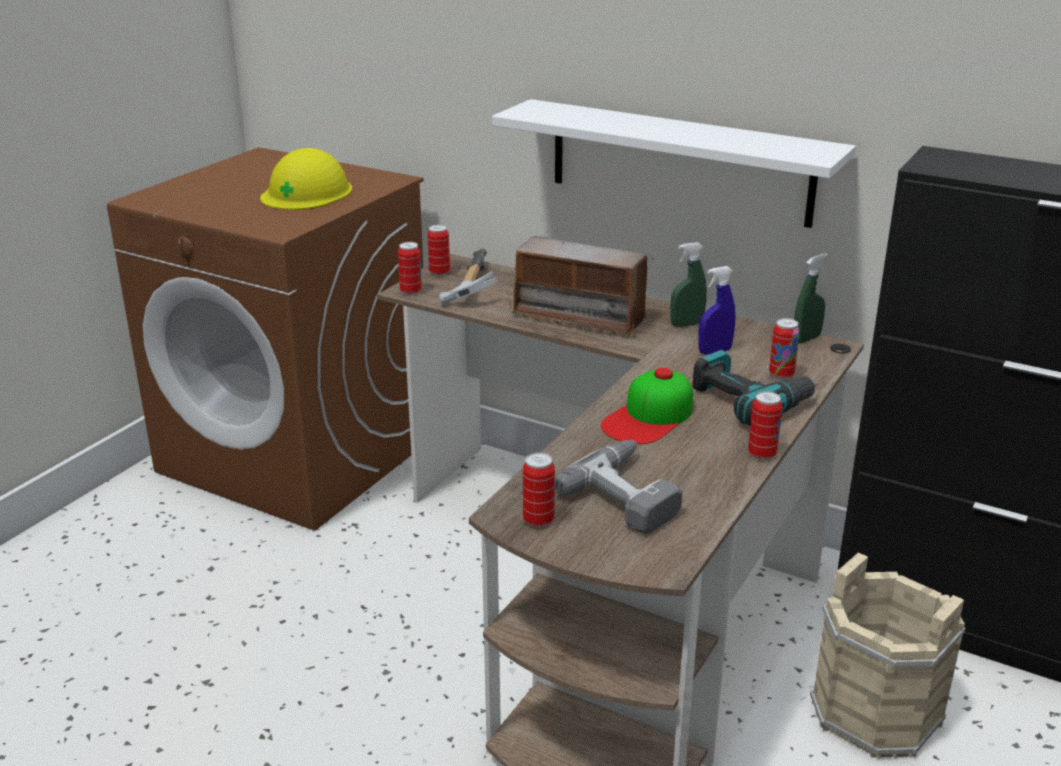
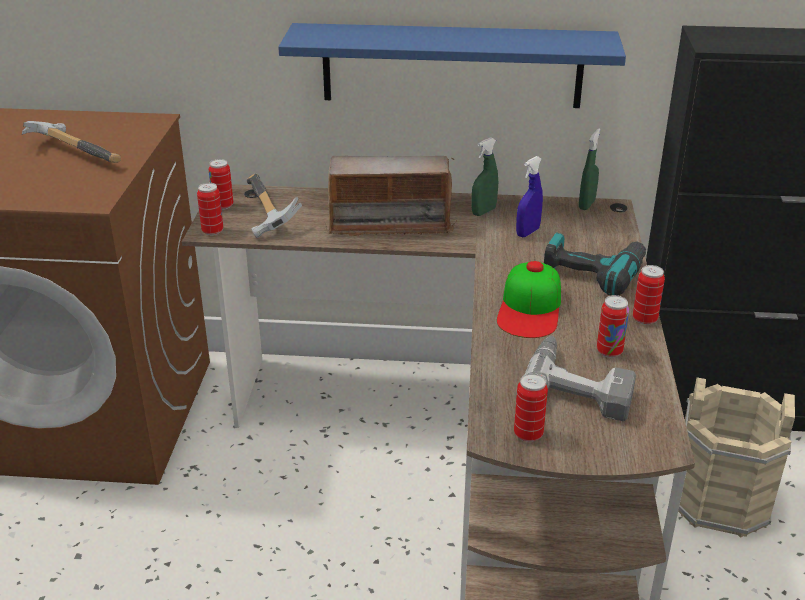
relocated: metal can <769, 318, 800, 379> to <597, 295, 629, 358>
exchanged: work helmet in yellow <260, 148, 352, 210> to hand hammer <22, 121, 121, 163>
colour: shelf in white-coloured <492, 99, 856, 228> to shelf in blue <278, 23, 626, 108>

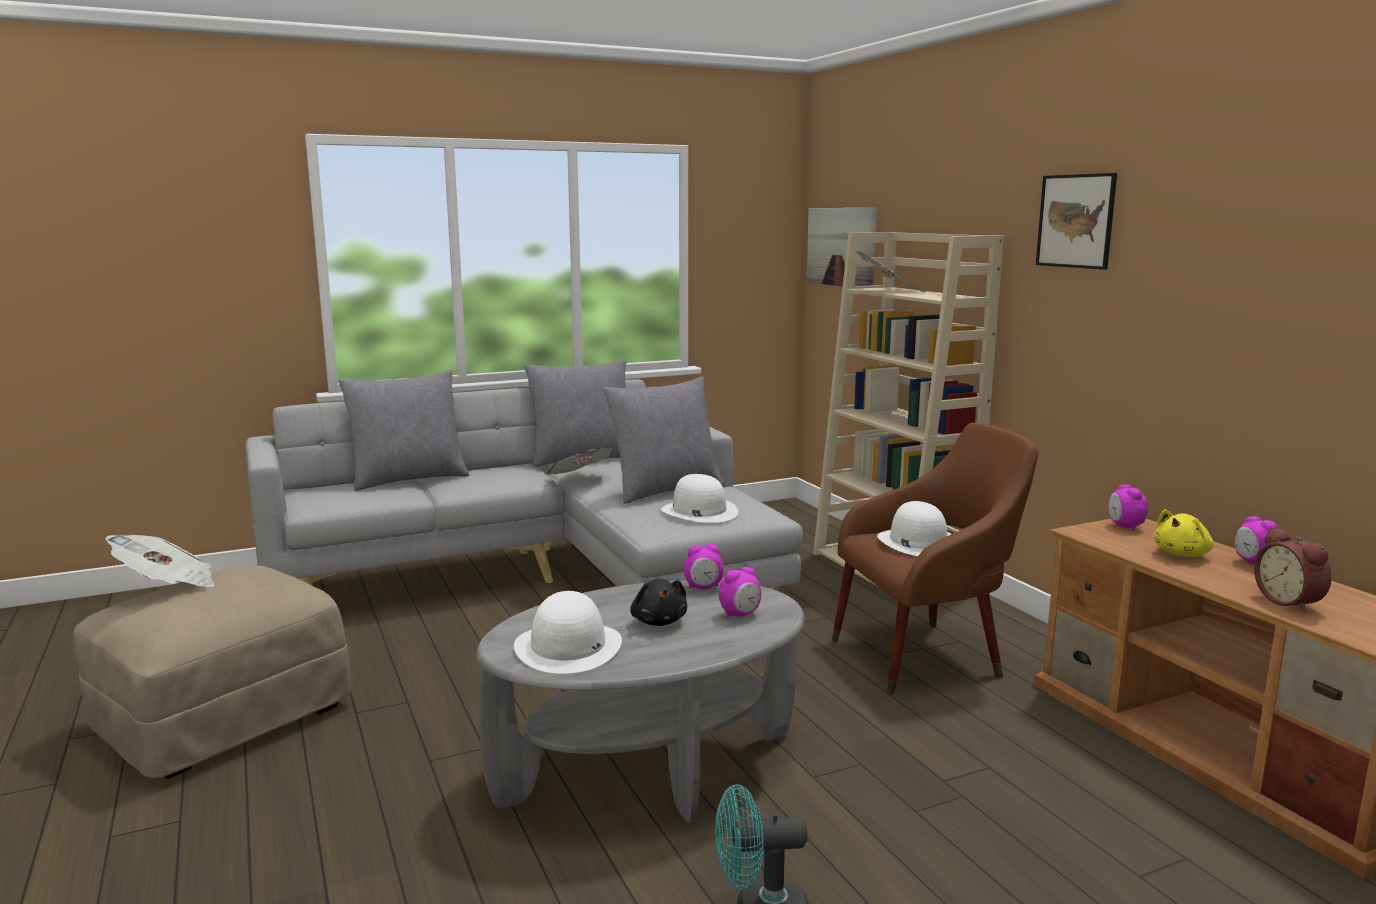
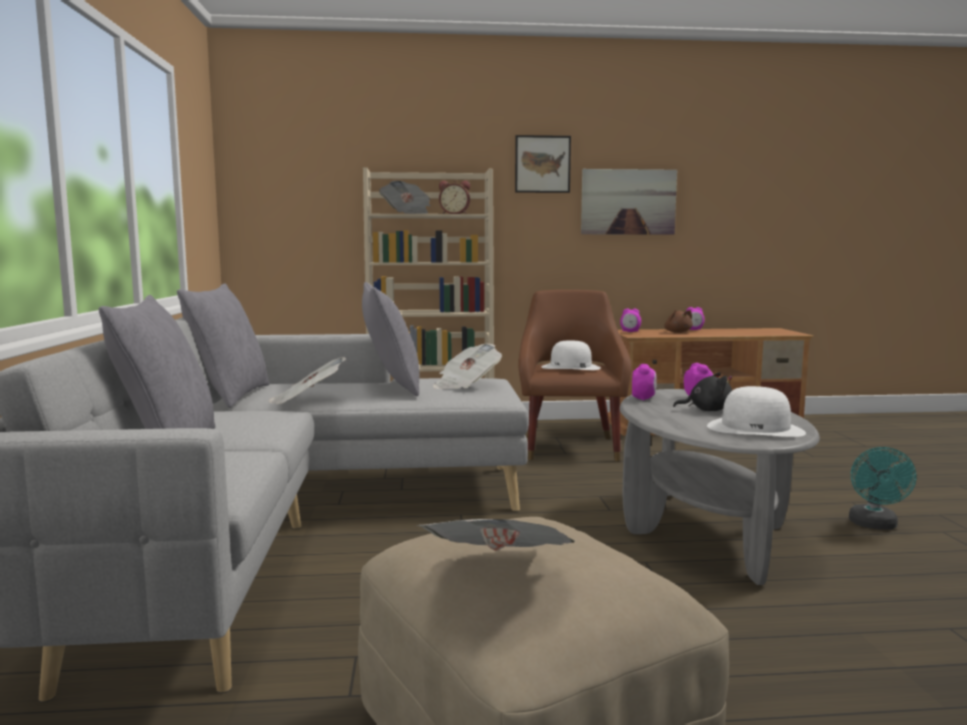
relocated: bedside clock <1254, 527, 1331, 613> to <439, 181, 470, 214>; picture <807, 208, 877, 287> to <581, 169, 677, 235>
exchanged: clothing hat in white-coloured <661, 474, 738, 523> to daily paper <433, 343, 502, 389>
colour: plush toy in yellow <1154, 510, 1214, 557> to plush toy in brownish <664, 310, 693, 333>

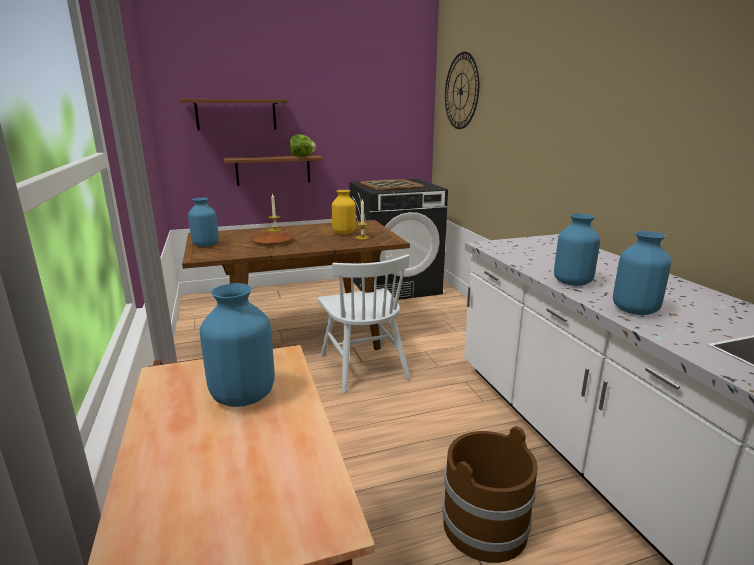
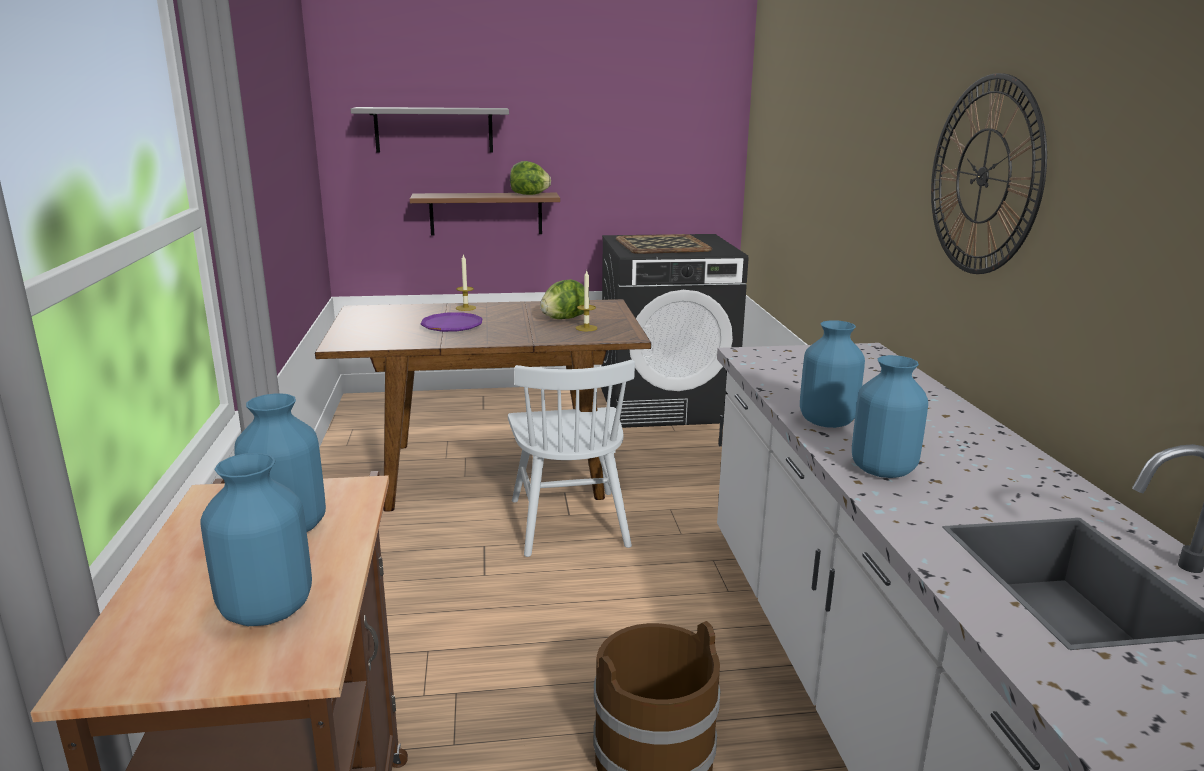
relocated: vase in blue <188, 198, 219, 247> to <200, 453, 312, 626>; hanging clock <445, 52, 479, 129> to <931, 73, 1047, 274>
exchanged: vase in yellow <332, 190, 356, 234> to lettuce head <540, 279, 584, 319>
colour: shelf in brownish <180, 99, 289, 130> to shelf in greyish <351, 107, 509, 153>; dinner plate in brownish <251, 232, 293, 245> to dinner plate in purple <421, 312, 482, 332>

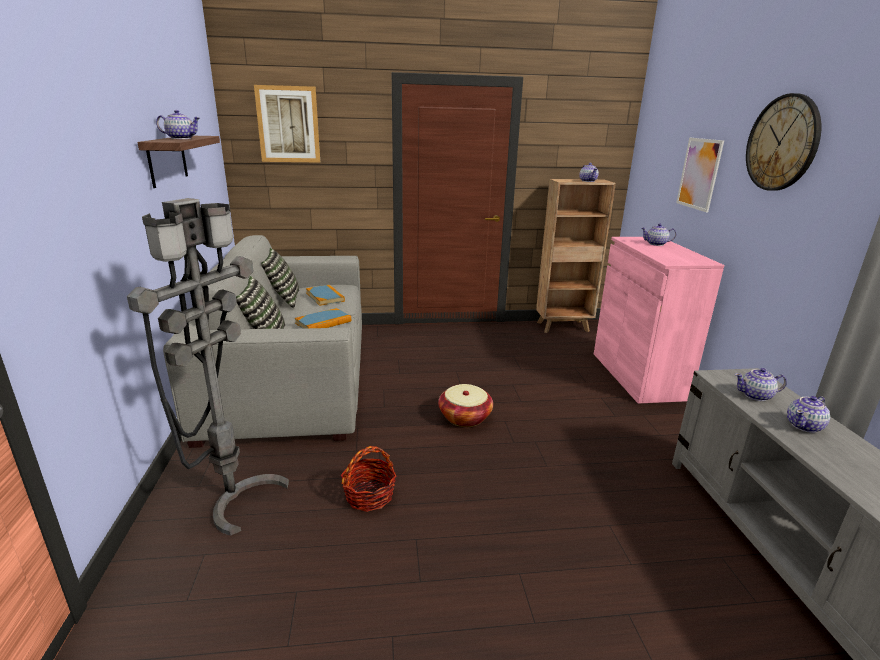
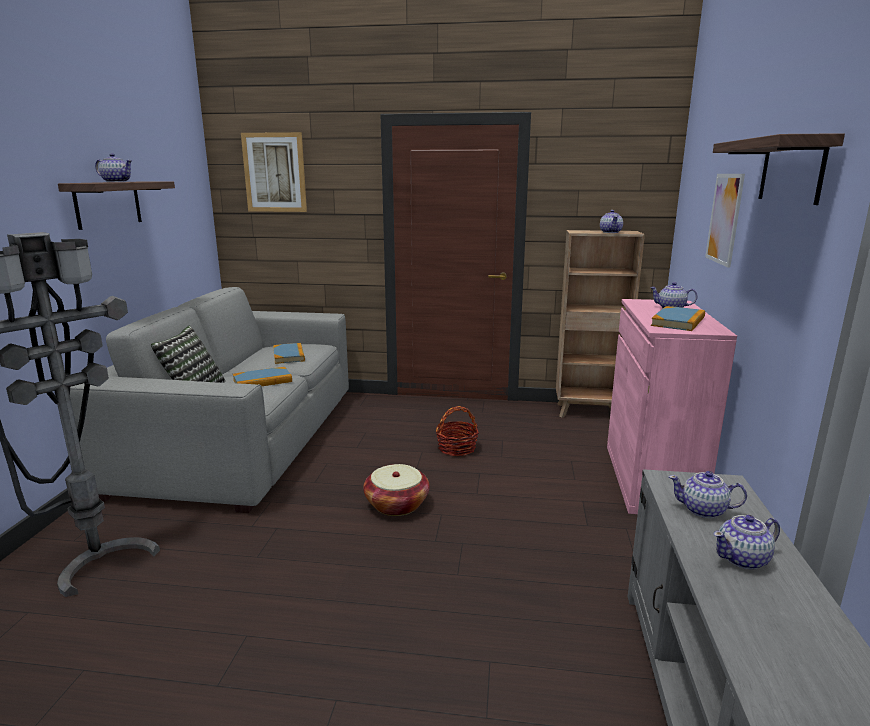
missing: pillow <261, 248, 299, 308>
appeared: volume <651, 306, 705, 331>
relocated: household basket <341, 446, 396, 512> to <436, 406, 479, 456>
exchanged: hanging clock <746, 93, 821, 191> to shelf <713, 133, 845, 205>

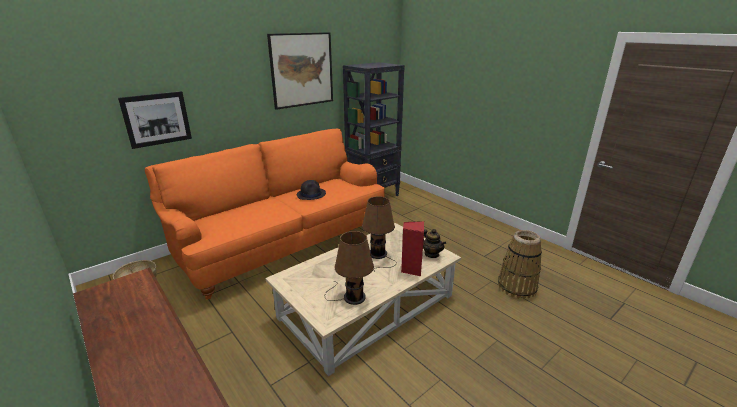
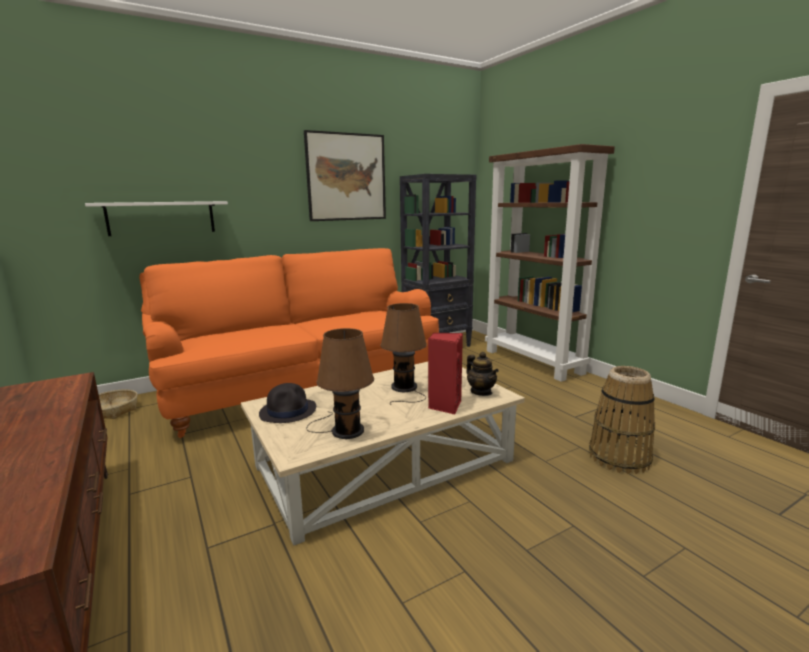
appeared: bookcase in brownish <485, 144, 615, 382>
relocated: clothing hat in black-coloured <297, 180, 326, 200> to <259, 383, 316, 423>
exchanged: picture <118, 91, 192, 149> to shelf in white-coloured <85, 201, 228, 236>

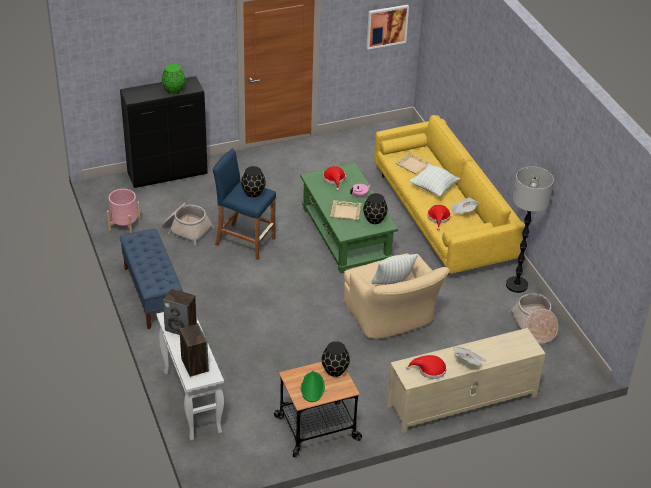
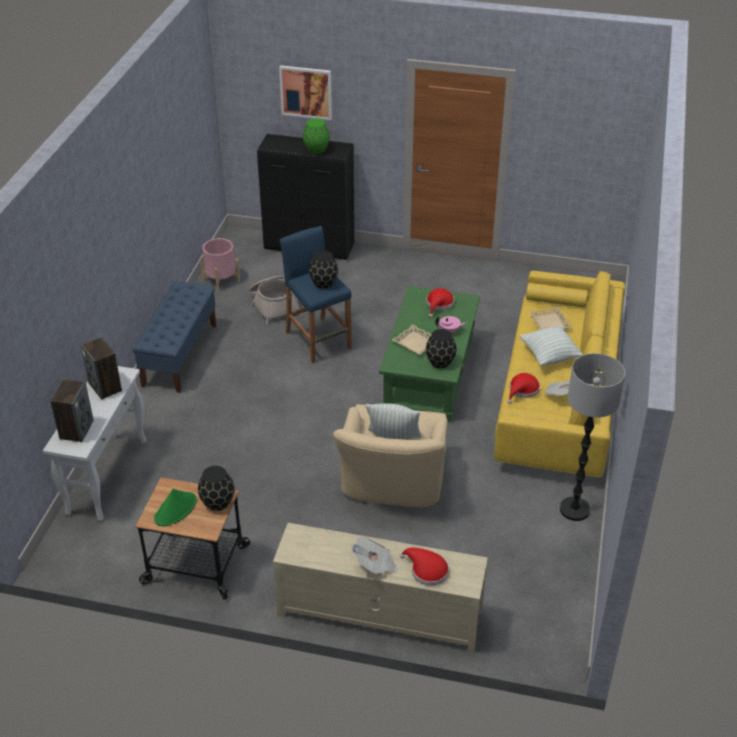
missing: household basket <509, 293, 558, 344>
relocated: picture <367, 5, 409, 49> to <279, 65, 332, 120>; clothing hat in red <406, 355, 447, 379> to <400, 548, 449, 586>

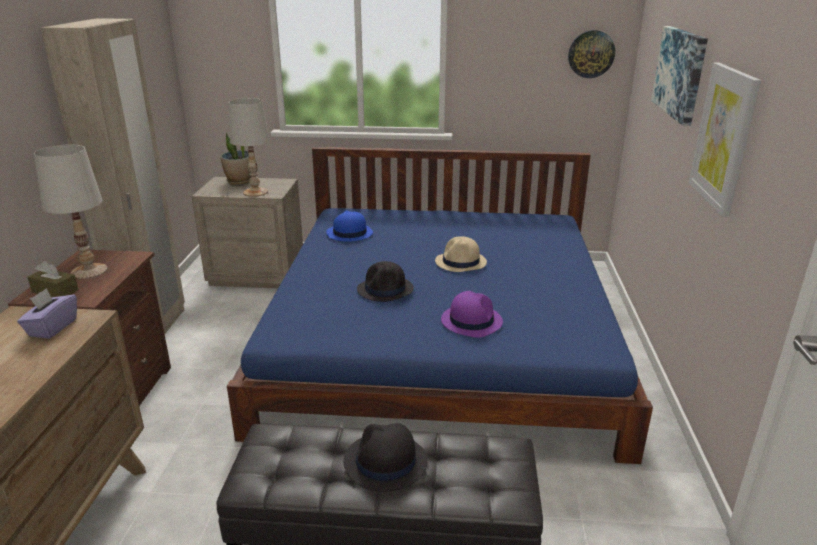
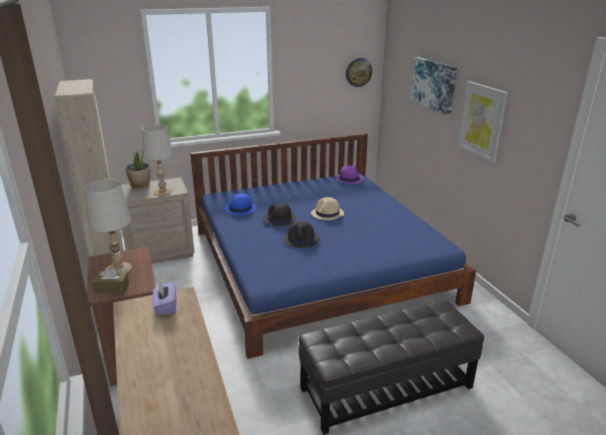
relocated: clothing hat in black-coloured <343, 423, 428, 492> to <263, 203, 296, 226>; clothing hat in purple <441, 291, 503, 338> to <335, 165, 364, 184>

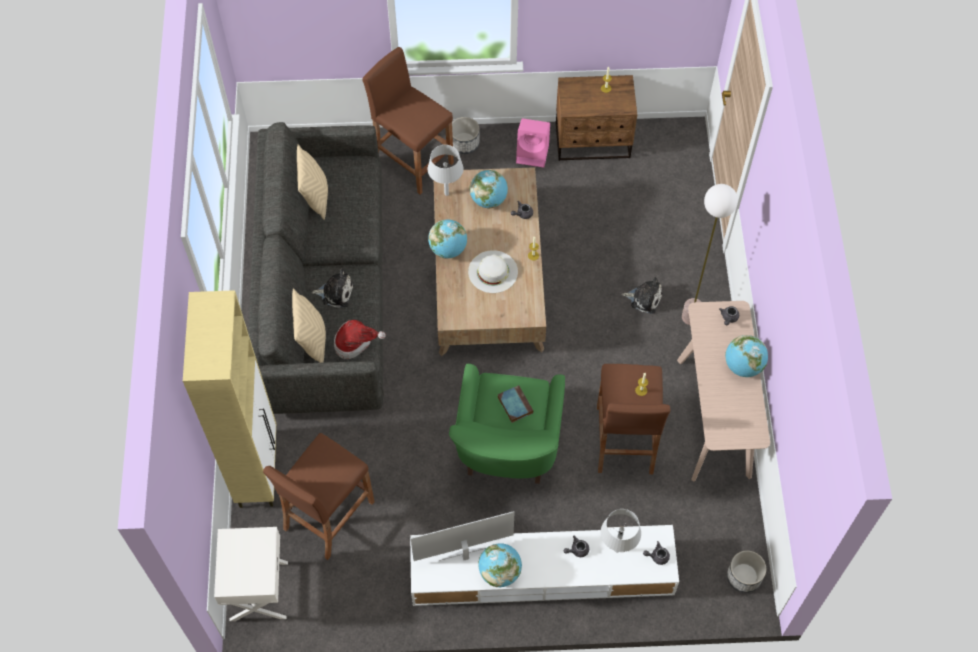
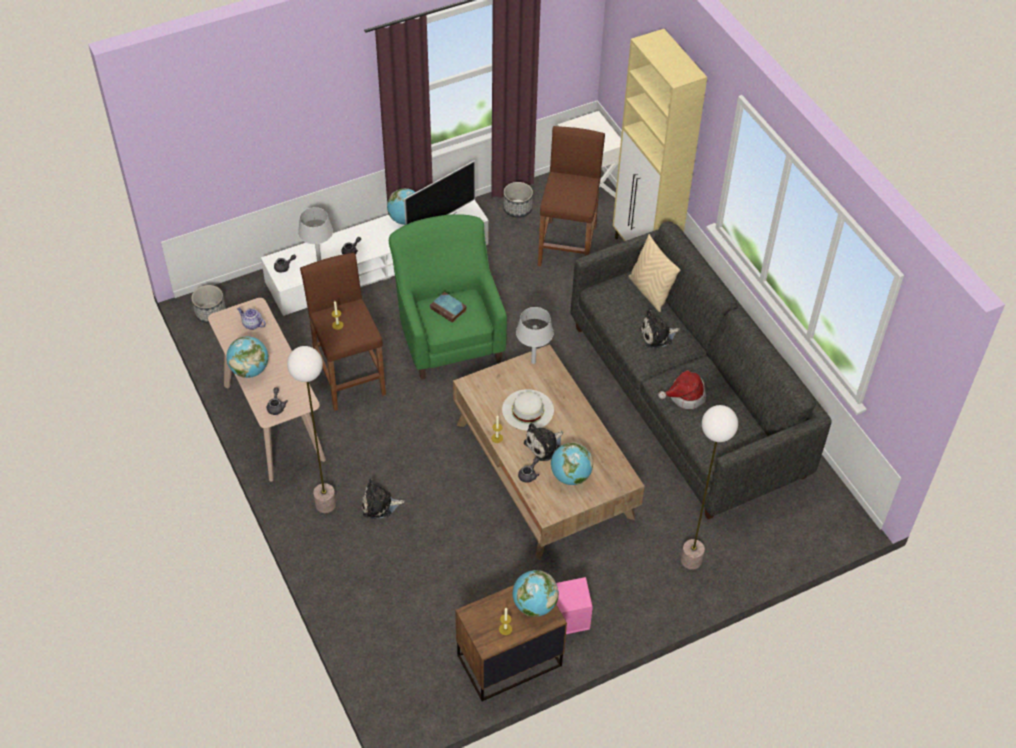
missing: pillow in sand-coloured <297, 144, 328, 220>
appeared: tea pot <237, 308, 266, 330>; plush toy <524, 423, 563, 461>
relocated: flower pot <452, 117, 480, 154> to <503, 182, 533, 218>; globe <428, 220, 467, 259> to <513, 570, 559, 617>; lamp for a table in greyish <428, 145, 463, 196> to <516, 307, 554, 364>; clothing hat <334, 320, 386, 359> to <658, 370, 706, 409>
exchanged: sitting stool in brownish <362, 47, 454, 195> to standing lamp <681, 405, 738, 570>

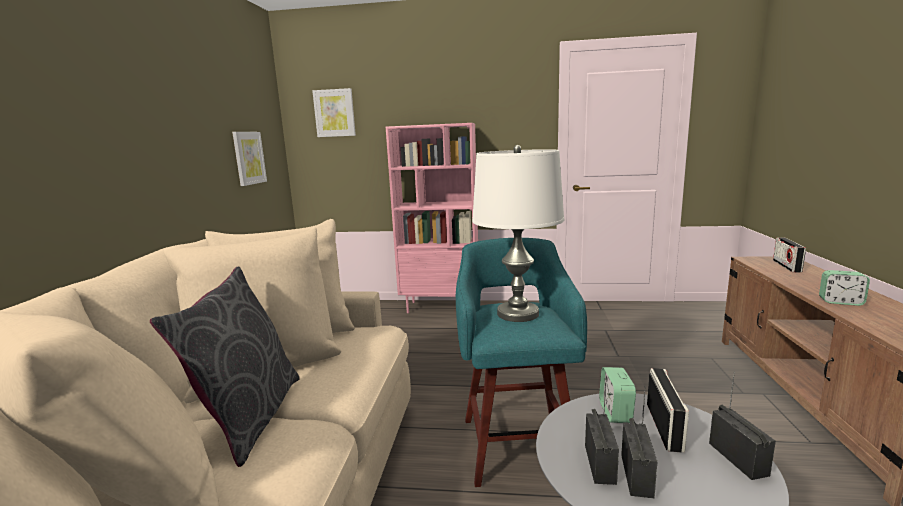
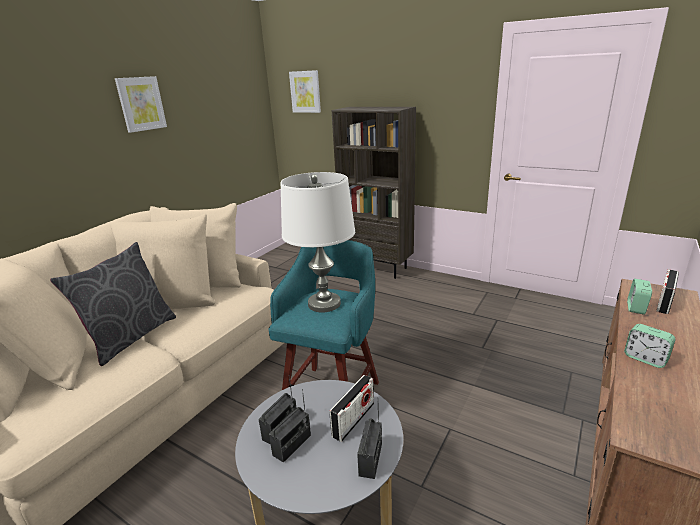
relocated: picture <232, 132, 267, 186> to <115, 76, 167, 133>; bedside clock <599, 367, 636, 423> to <627, 279, 652, 315>
colour: bookcase in pink-coloured <386, 123, 478, 313> to bookcase in brownish <332, 107, 416, 279>

